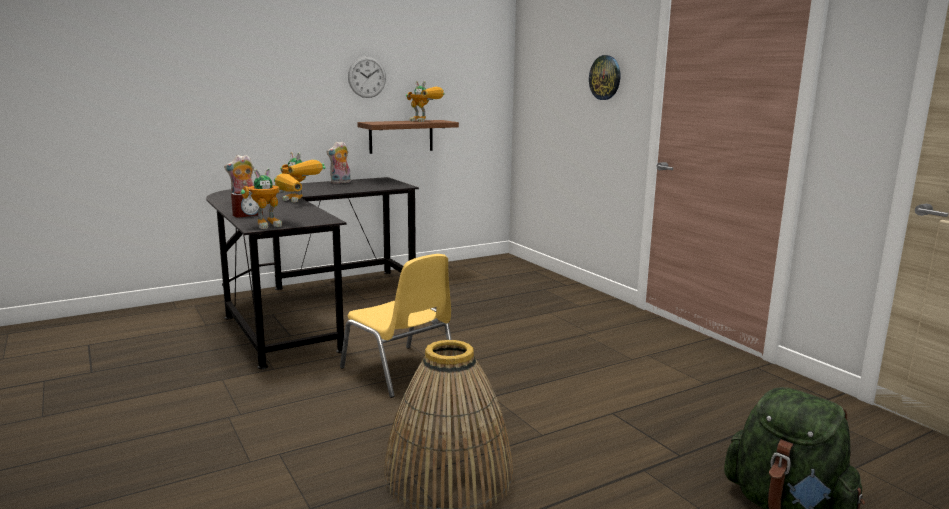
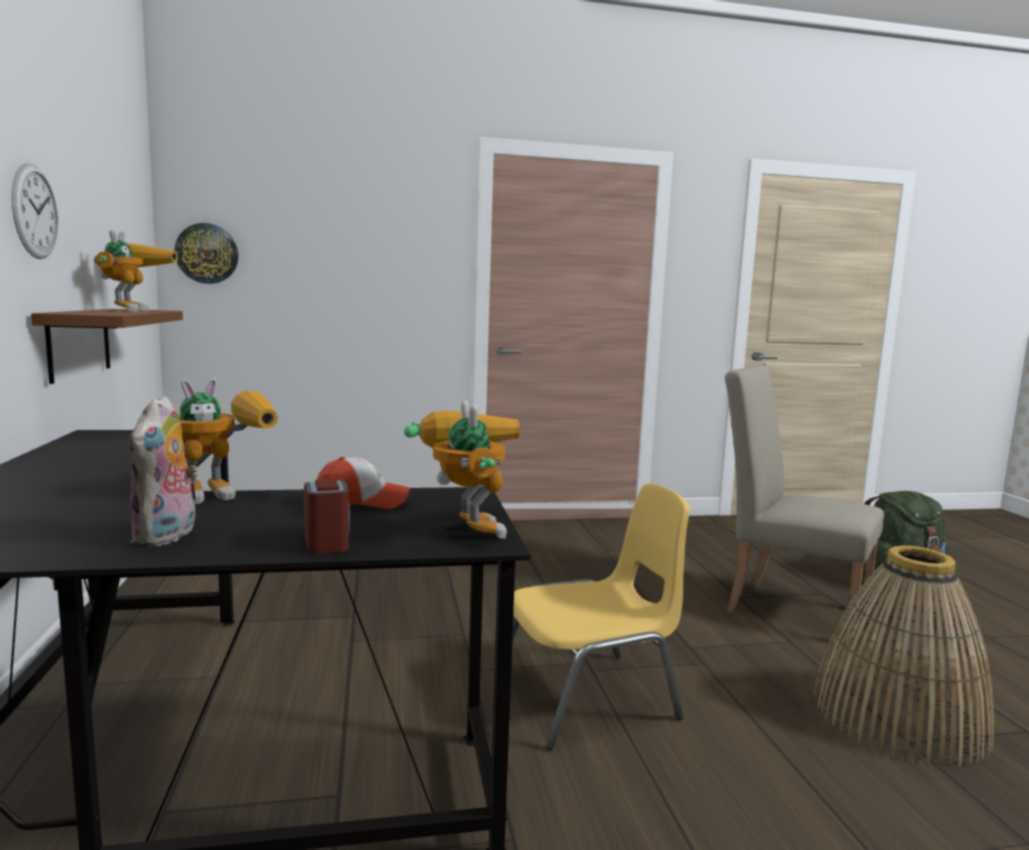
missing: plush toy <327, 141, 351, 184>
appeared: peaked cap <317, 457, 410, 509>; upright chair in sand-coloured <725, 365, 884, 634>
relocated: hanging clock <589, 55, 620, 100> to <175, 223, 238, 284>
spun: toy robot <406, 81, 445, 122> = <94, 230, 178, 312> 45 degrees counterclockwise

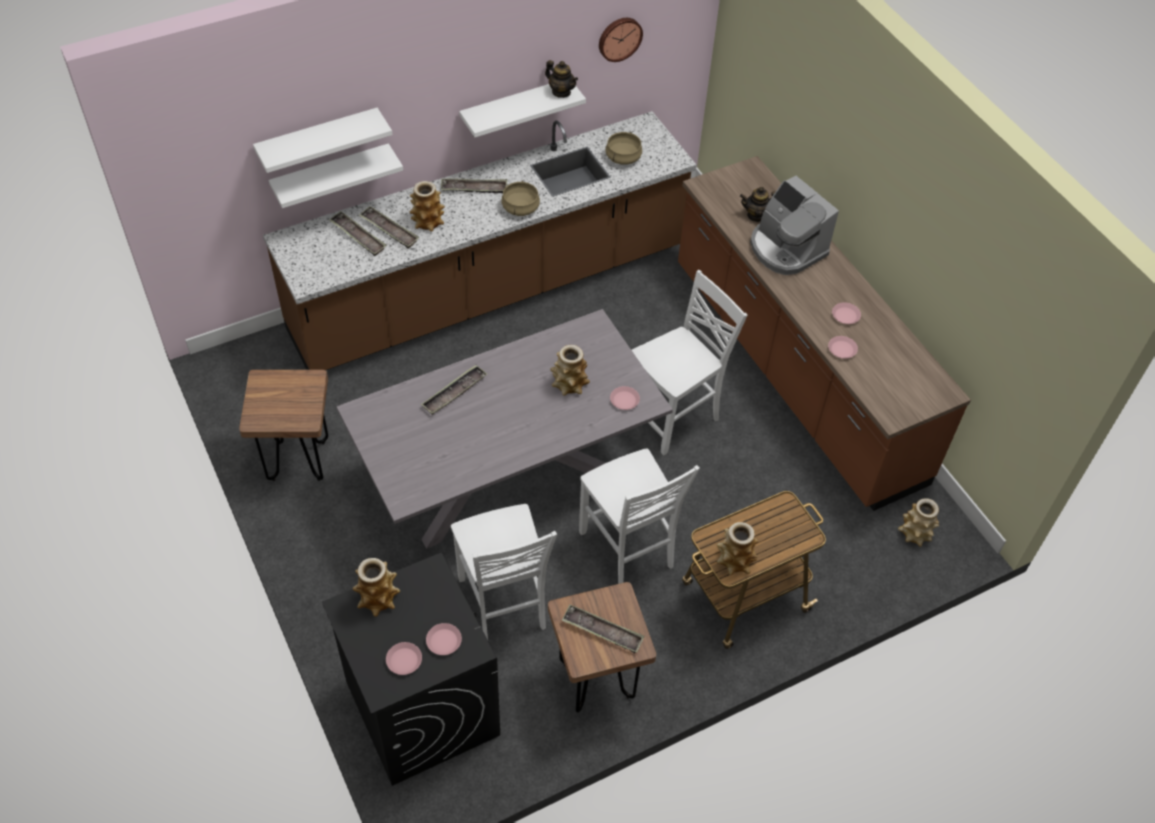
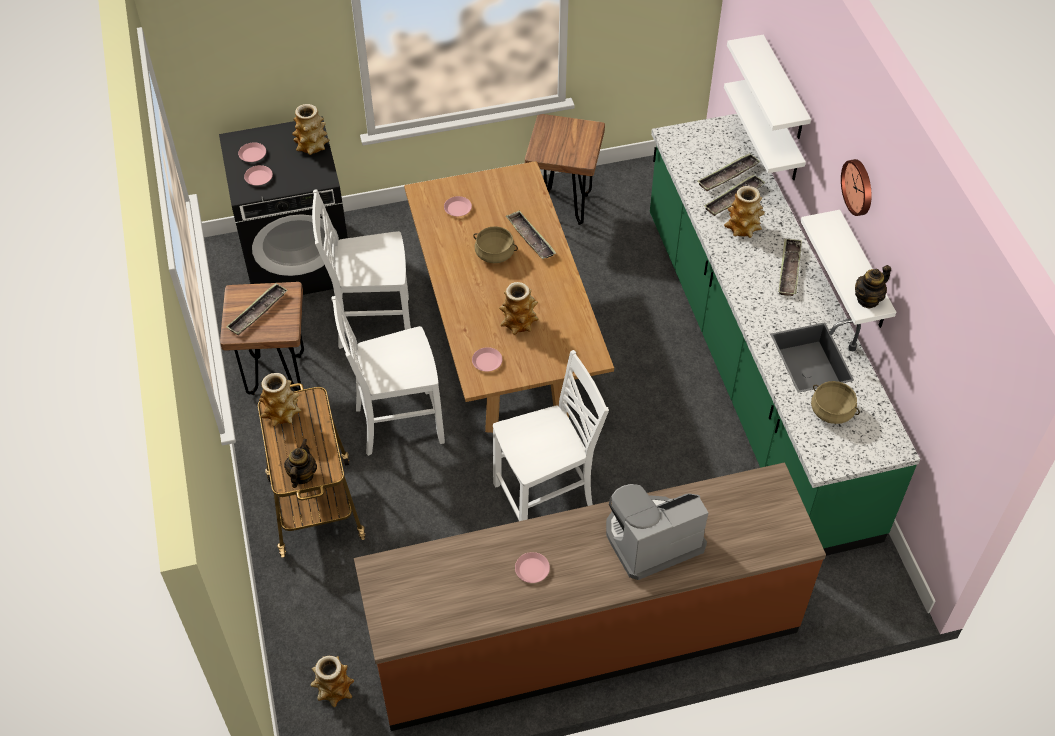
relocated: tea pot <740, 187, 776, 222> to <284, 439, 317, 488>; dinner plate in pink-coloured <828, 336, 858, 359> to <444, 196, 472, 216>; cooking pot in sand-coloured <501, 180, 540, 216> to <473, 226, 518, 263>; hanging clock <599, 18, 643, 62> to <841, 159, 872, 216>
colour: kitchen table in greyish <336, 309, 673, 549> to kitchen table in brownish <404, 161, 614, 433>; kitchen counter in brownish <263, 111, 697, 370> to kitchen counter in greenish <650, 114, 920, 556>
spun: upright chair in white-coloured <632, 270, 747, 455> = <493, 350, 609, 521> 90 degrees counterclockwise

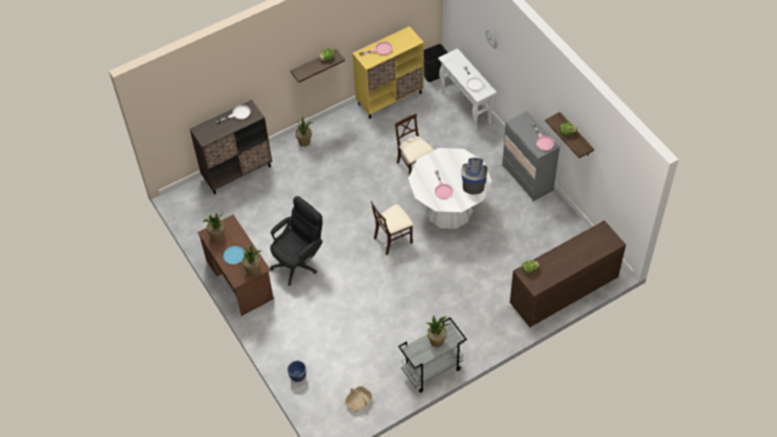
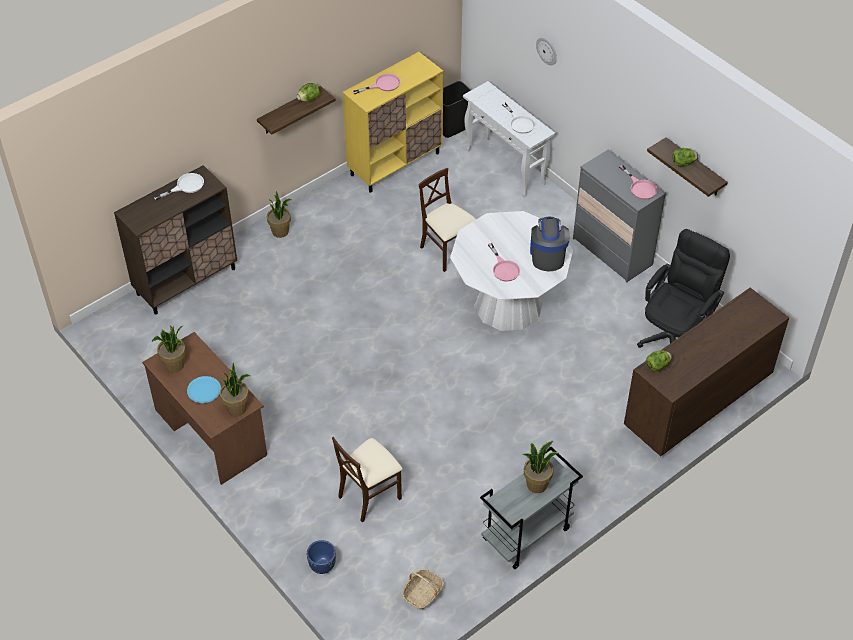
relocated: upright chair in sand-coloured <371, 201, 413, 255> to <332, 437, 403, 523>; desk chair in black-coloured <270, 196, 323, 286> to <637, 229, 730, 348>

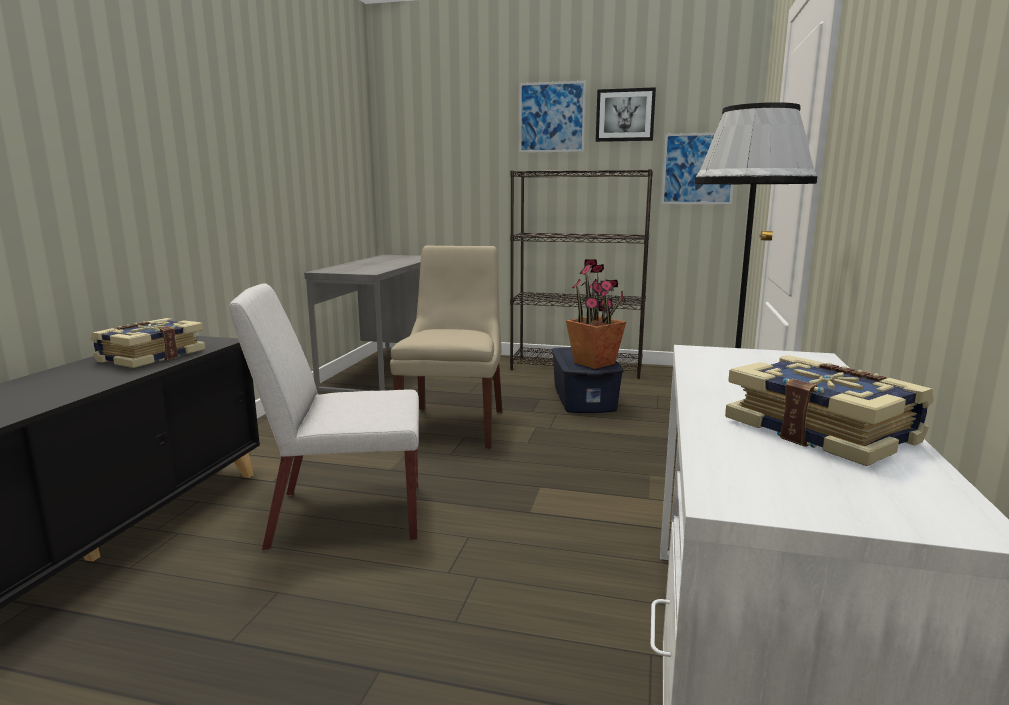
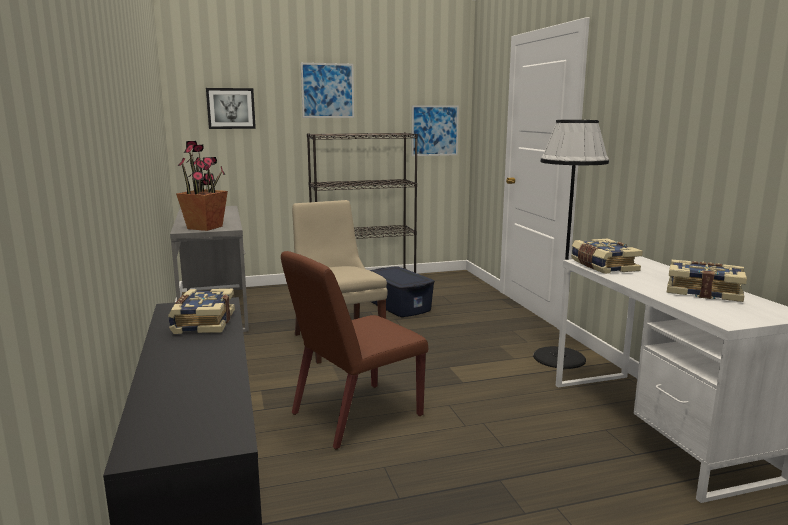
appeared: volume <571, 238, 642, 274>
relocated: plant in a pot <566, 259, 626, 369> to <176, 141, 228, 231>; picture <596, 87, 656, 142> to <206, 88, 256, 129>
colour: upright chair in white-coloured <229, 284, 419, 551> to upright chair in brownish <281, 251, 428, 449>

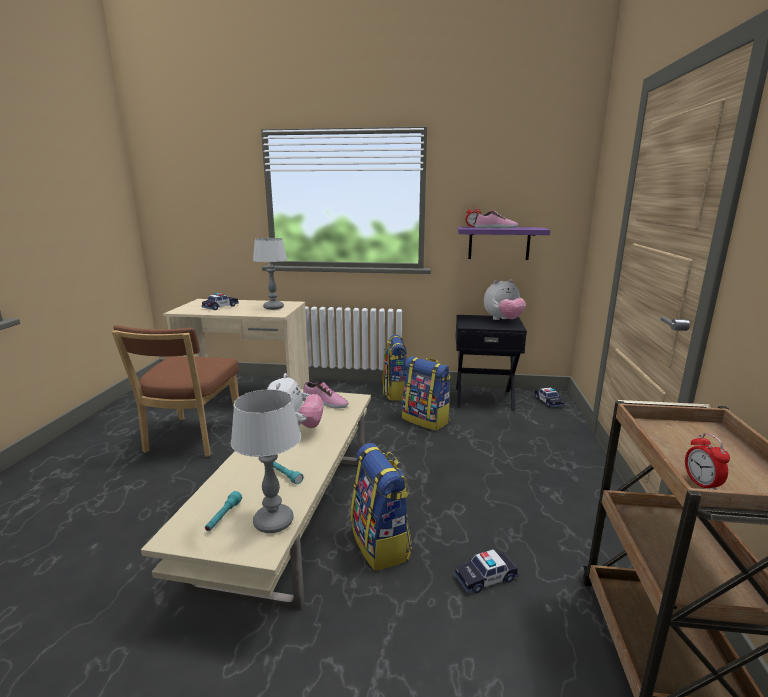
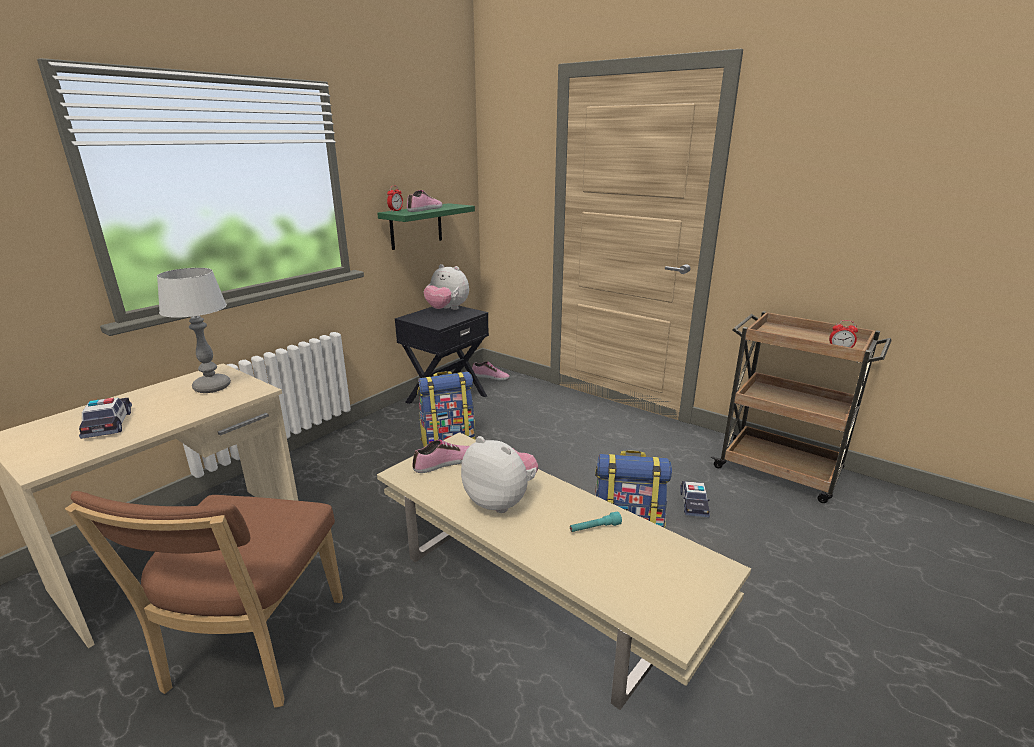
missing: flashlight in turquoise-coloured <205, 491, 242, 531>; lamp for a table <231, 389, 301, 533>; knapsack <382, 335, 408, 401>
exchanged: miniature car <534, 387, 565, 407> to low shoe <472, 362, 510, 380>
colour: shelf in purple <458, 227, 550, 260> to shelf in greenish <377, 203, 475, 250>
spun: upright chair in brownish <112, 325, 239, 457> = <65, 491, 343, 708> 60 degrees clockwise; plush toy <484, 279, 526, 320> = <424, 264, 469, 310> 105 degrees clockwise

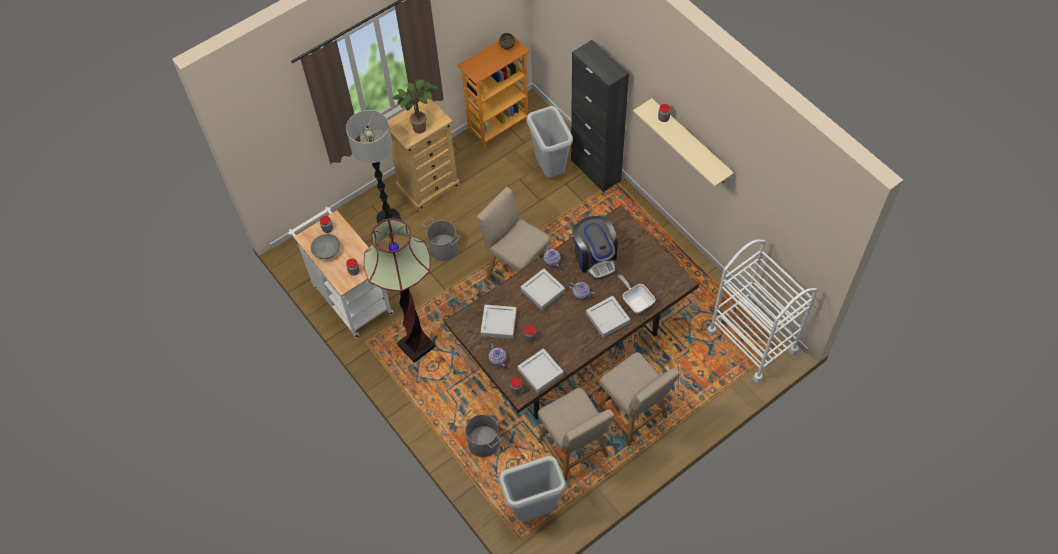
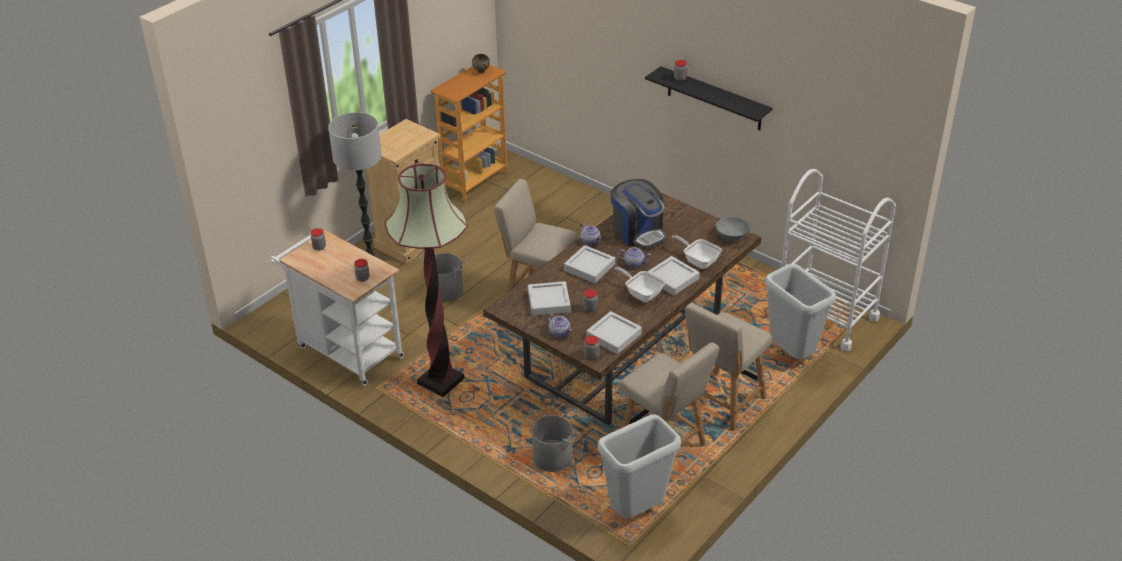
missing: plant in a pot <393, 79, 437, 134>; cupboard in black-coloured <571, 40, 629, 192>
appeared: pan <614, 267, 665, 302>
relocated: bowl in greyish <311, 234, 340, 259> to <715, 217, 750, 241>; waste bin in greyish <526, 106, 573, 177> to <765, 264, 836, 359>
colour: shelf in sand-coloured <633, 98, 734, 187> to shelf in black-coloured <645, 66, 773, 131>
spun: upright chair in sand-coloured <597, 352, 680, 446> = <685, 303, 772, 431> 90 degrees clockwise

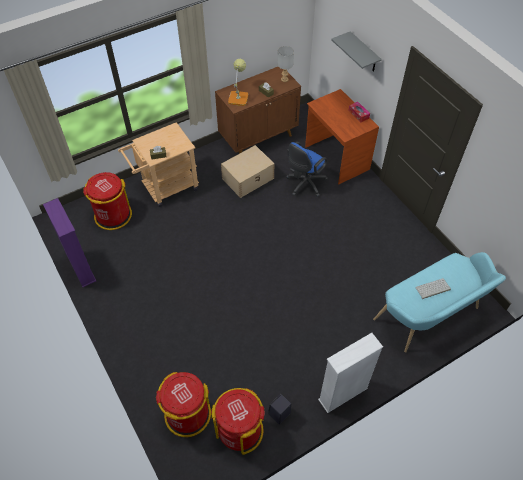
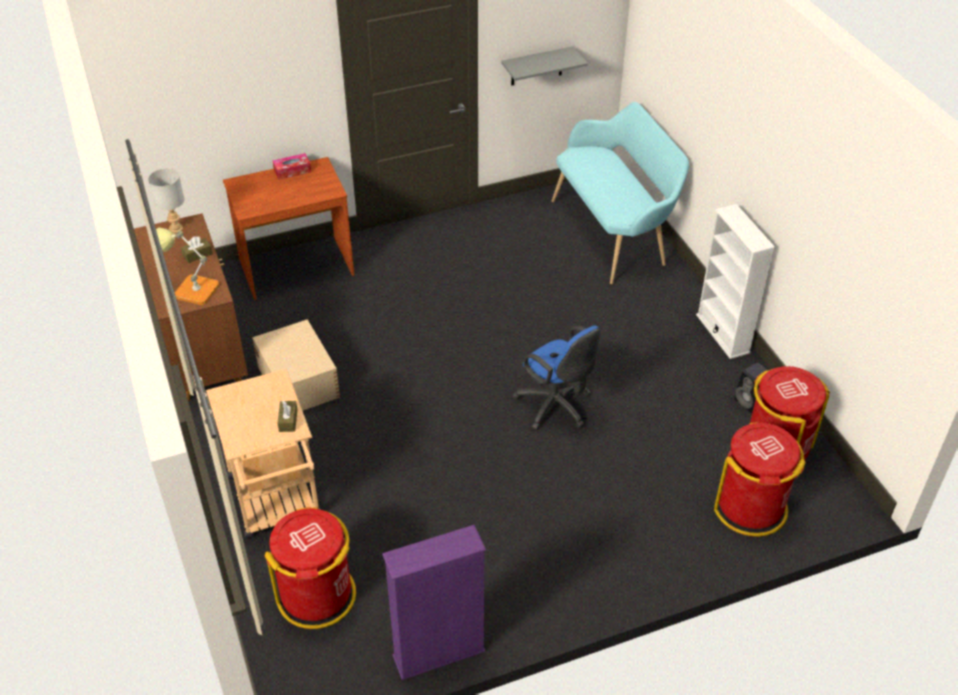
missing: computer keyboard <415, 278, 451, 299>
relocated: shelf in greyish <331, 31, 382, 72> to <501, 46, 588, 85>; desk chair in blue <286, 142, 328, 197> to <513, 326, 601, 430>

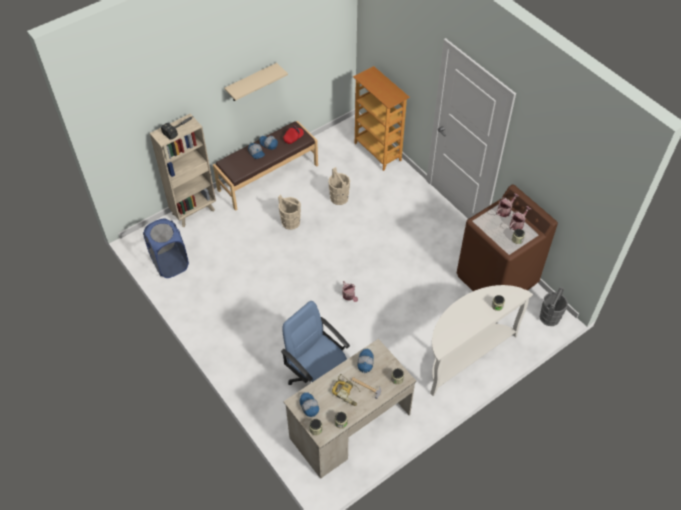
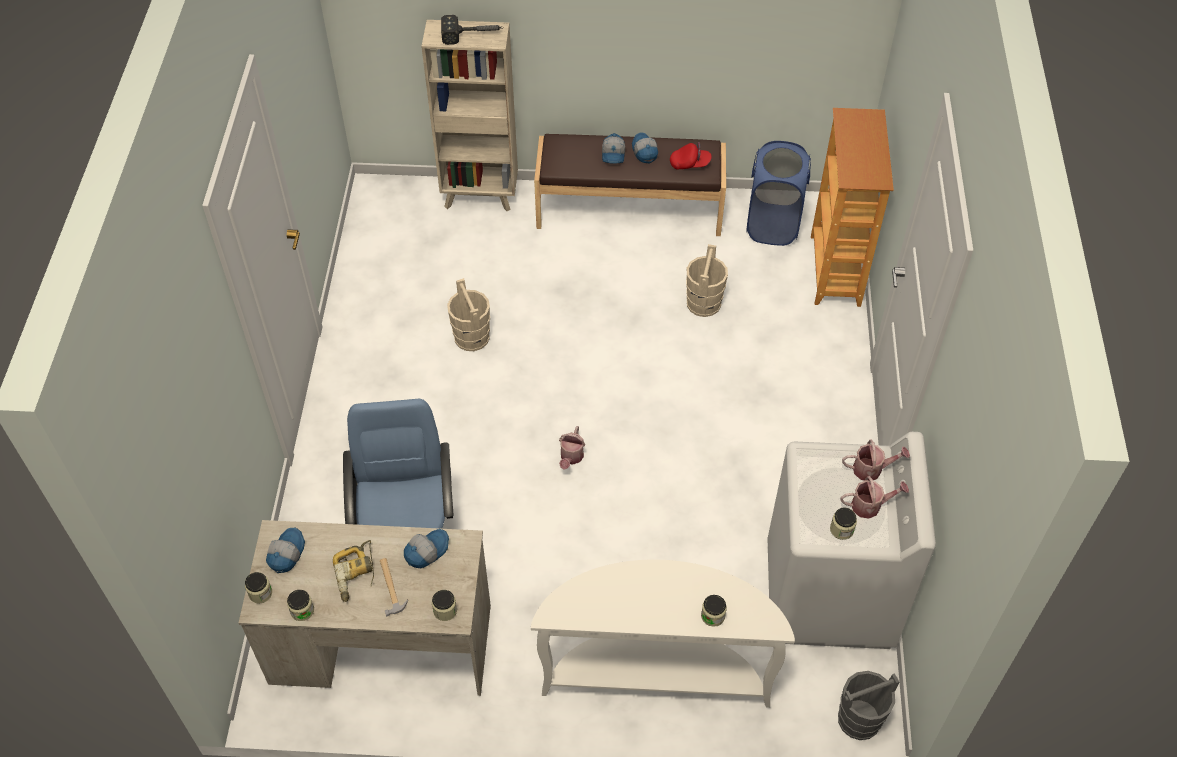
missing: shelf in sand-coloured <224, 63, 288, 101>
relocated: bucket in sand-coloured <278, 194, 301, 230> to <447, 278, 490, 351>; washing basket in blue <143, 219, 189, 278> to <746, 141, 811, 246>
colour: laundry machine in brownish <457, 184, 558, 291> to laundry machine in white-coloured <767, 432, 936, 649>

